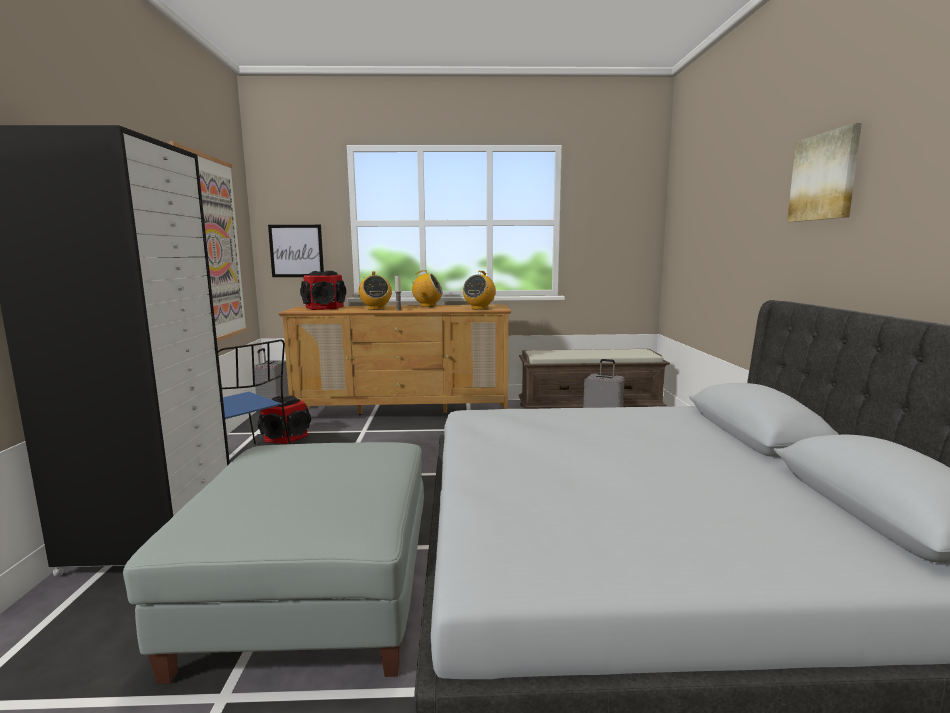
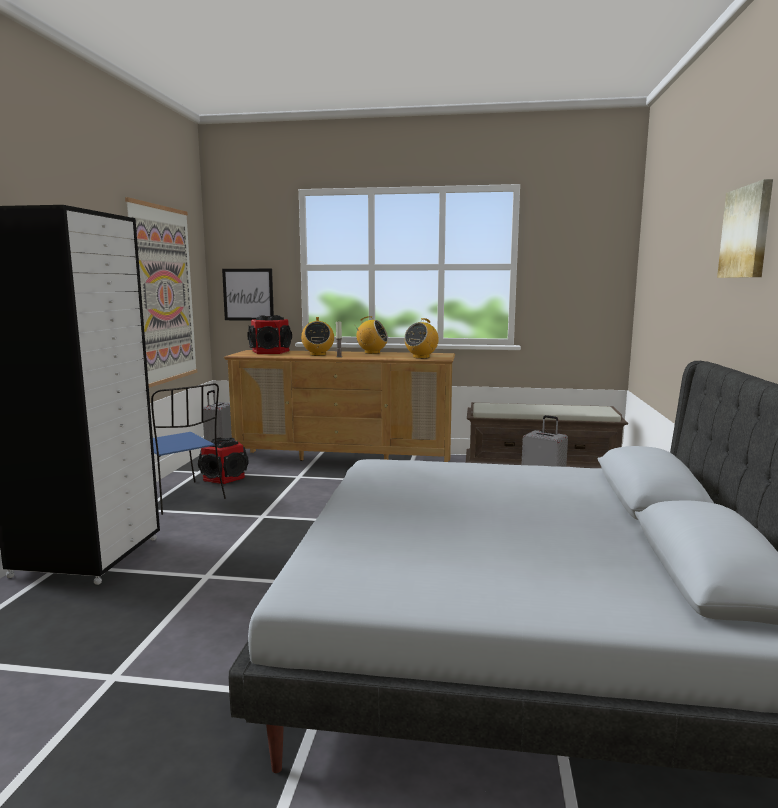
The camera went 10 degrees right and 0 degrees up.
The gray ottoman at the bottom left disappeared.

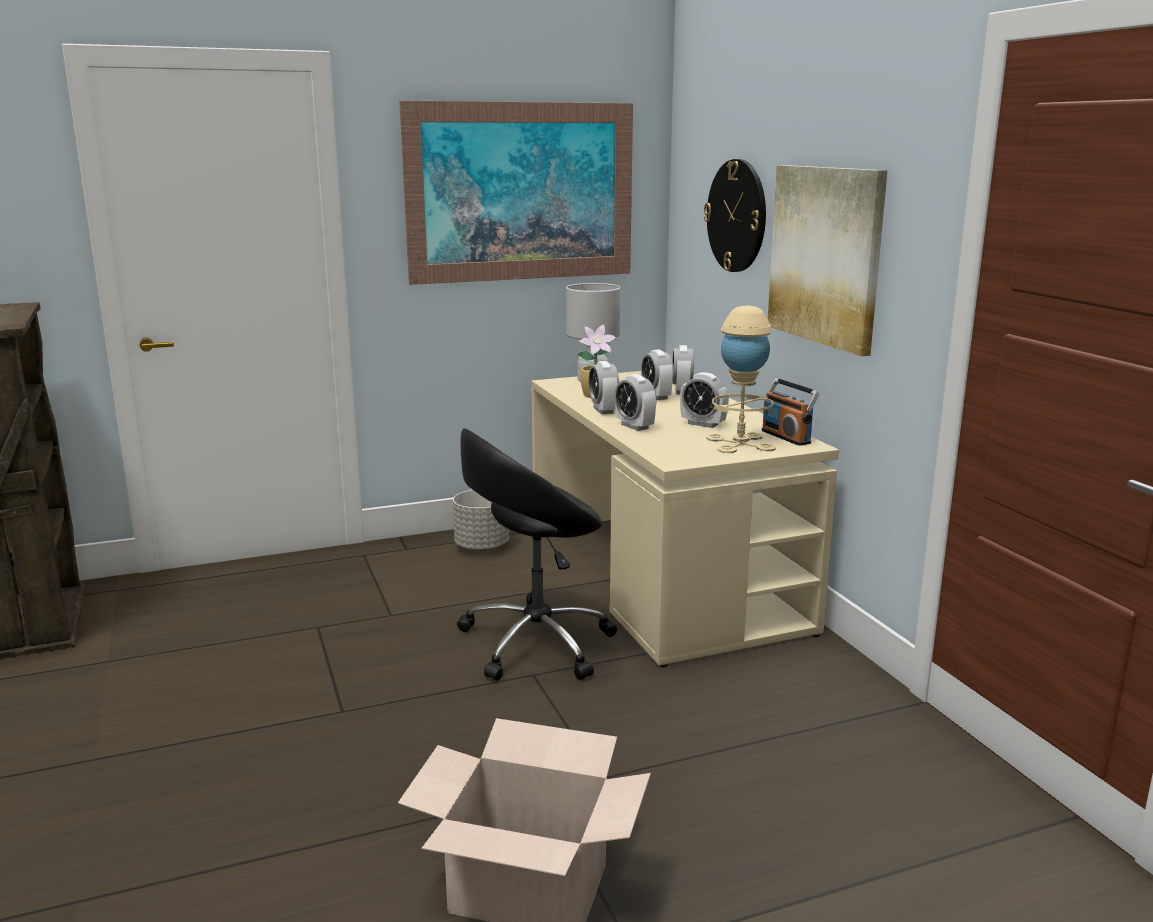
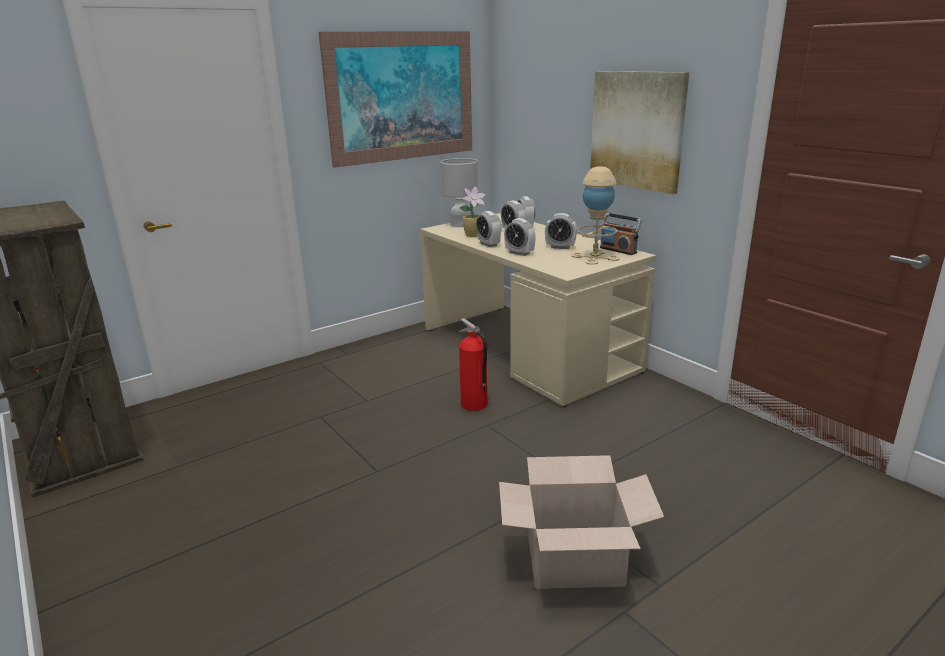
The camera went 15 degrees left and 5 degrees up.
The gray flower pot at the centre disappeared.
The clock on the wall at the top centre disappeared.
The black-coloured computer chair at the centre was replaced by the fire extinguisher at the centre.

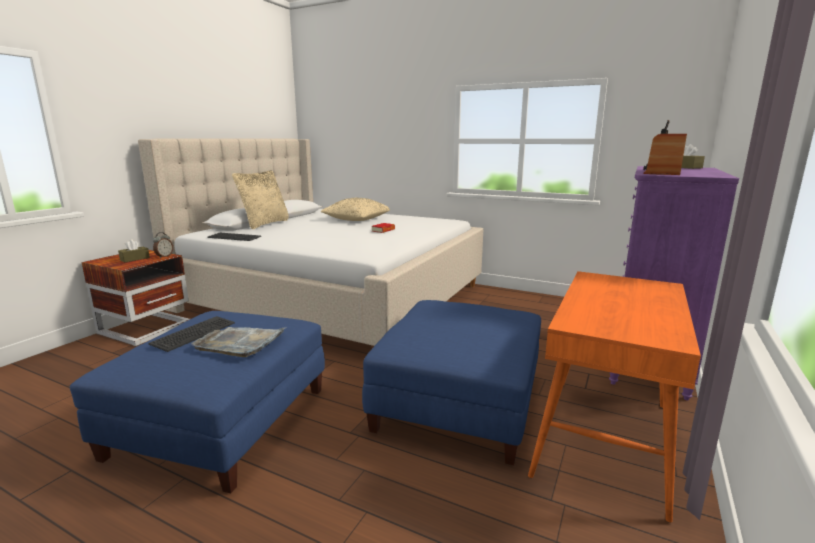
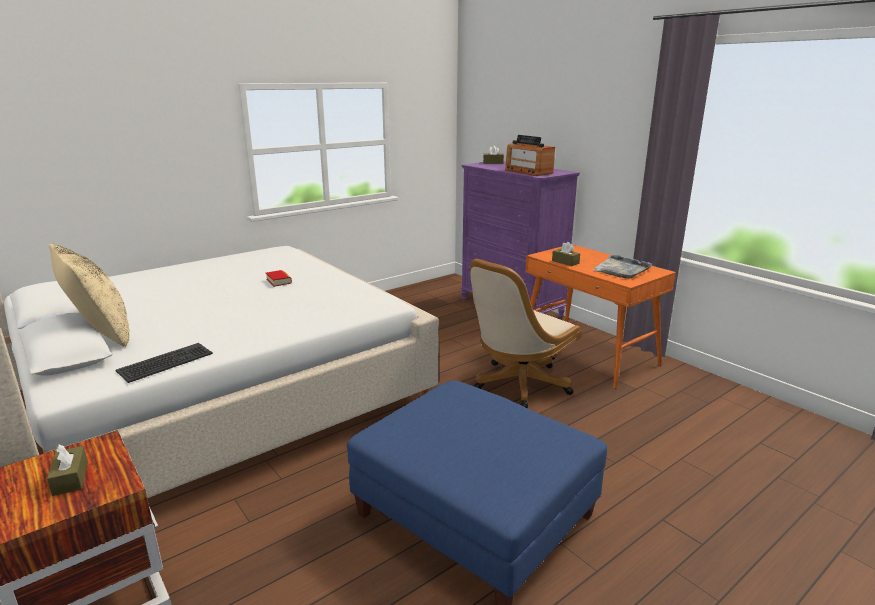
The camera went 65 degrees left and 5 degrees up.
The computer keyboard (1st from left) at the middle left disappeared.
The bedside clock at the middle left disappeared.
The beige throw pillow (2nd from left) at the centre disappeared.
The brown box of tissues (3rd from left) at the centre appeared.
The gray serving tray moved from the middle left to the middle right.
The bluish ottoman (2nd from left) at the bottom centre was replaced by the computer chair at the centre.

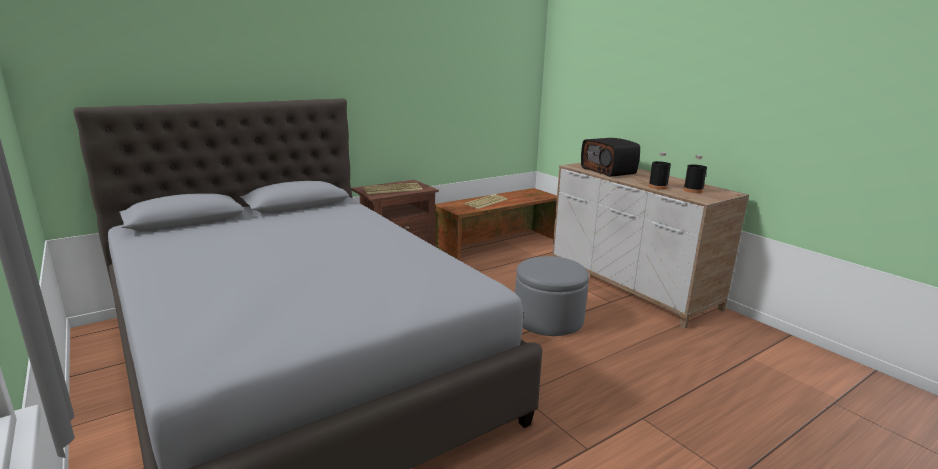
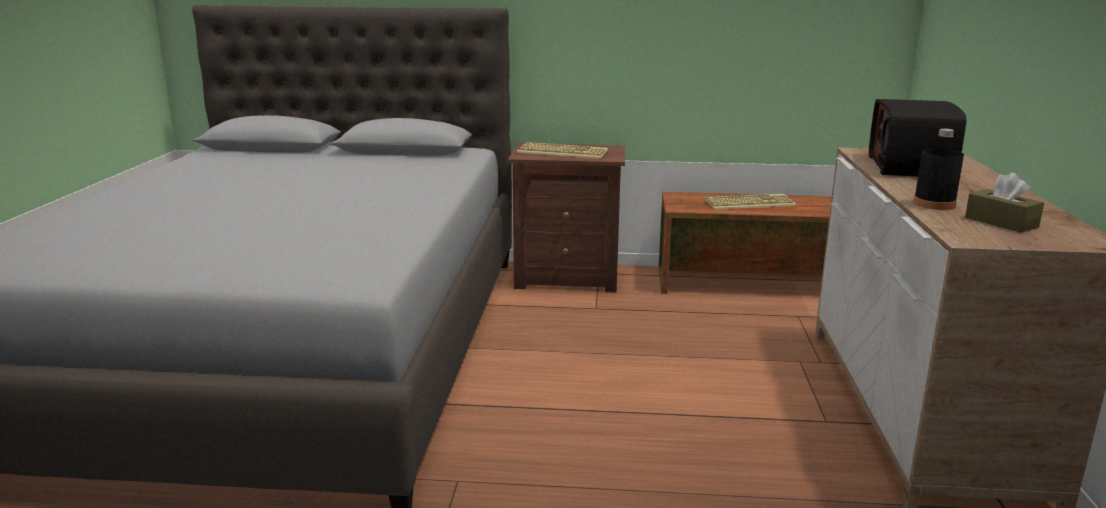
The camera went 40 degrees right and 0 degrees up.
The gray ottoman at the centre disappeared.
The black-coloured beverage bottle (2nd from left) at the middle right was replaced by the brown box of tissues at the middle right.

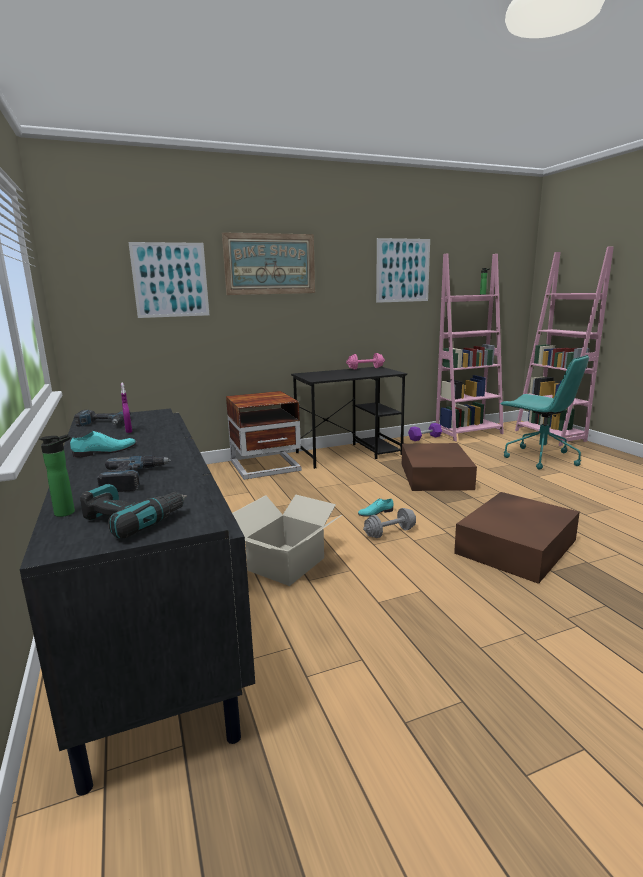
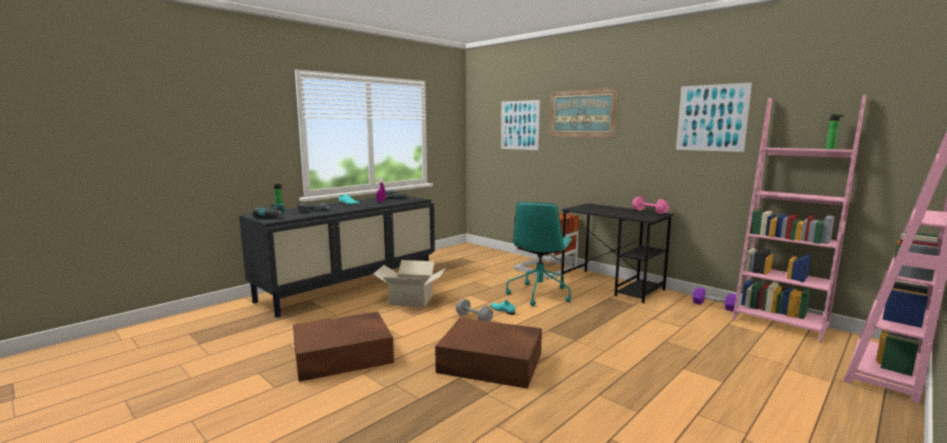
The camera went 65 degrees right and 5 degrees down.
The brown storage container (1st from left) moved from the middle right to the bottom centre.
The blue-green computer chair moved from the middle right to the centre.

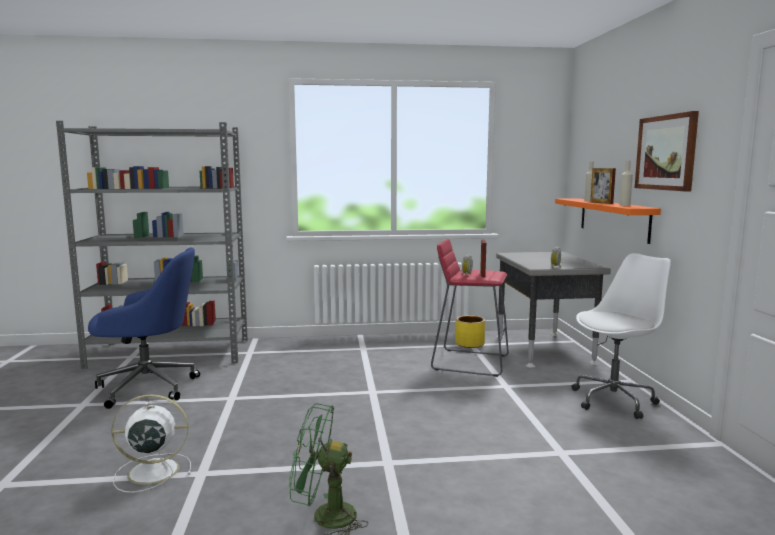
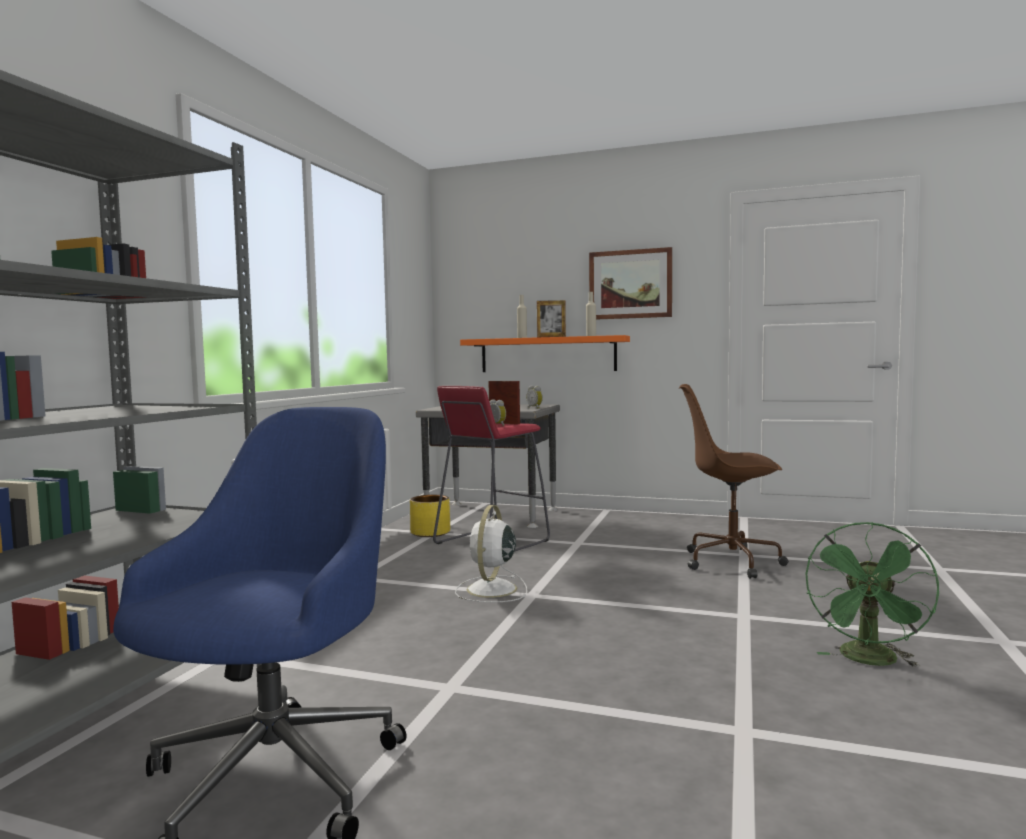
The camera went 65 degrees left and 5 degrees down.
The white-coloured computer chair at the middle right disappeared.
The brown computer chair at the middle right appeared.
The white-coloured fan moved from the bottom left to the centre.

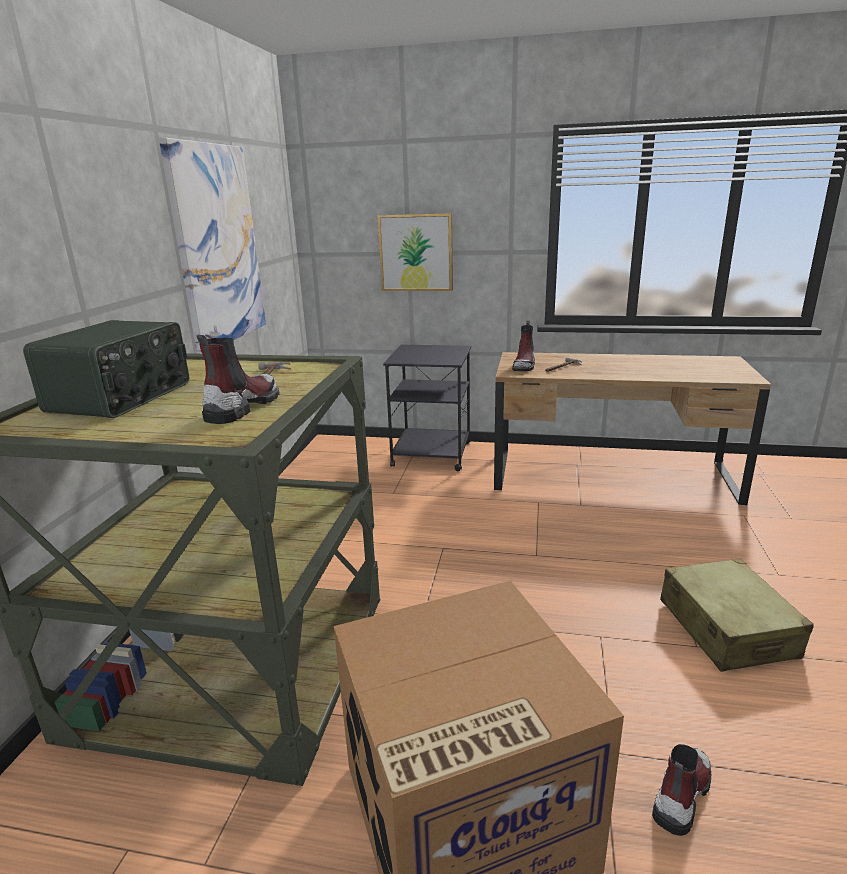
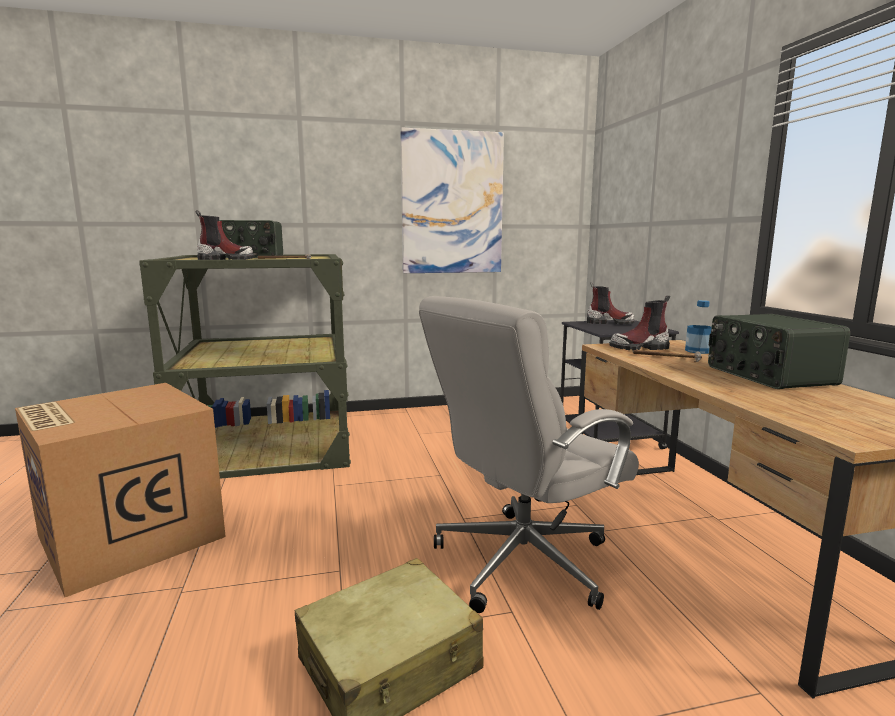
The camera went 65 degrees right and 10 degrees down.
The wall picture (2nd from left) at the top centre disappeared.
The gray computer chair at the centre appeared.
The beverage bottle at the middle right appeared.
The radio (2nd from left) at the middle right appeared.
The tall boot (3rd from left in the first image) moved from the bottom right to the middle right.

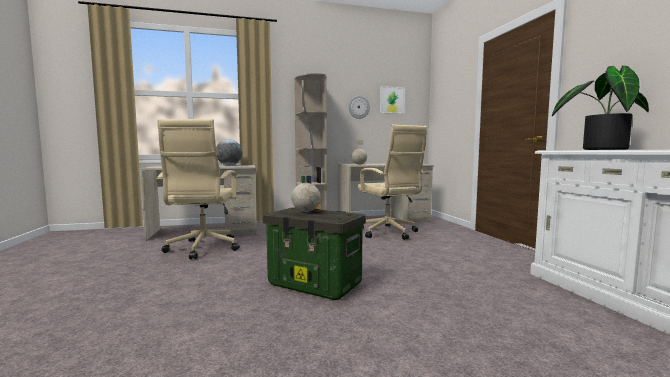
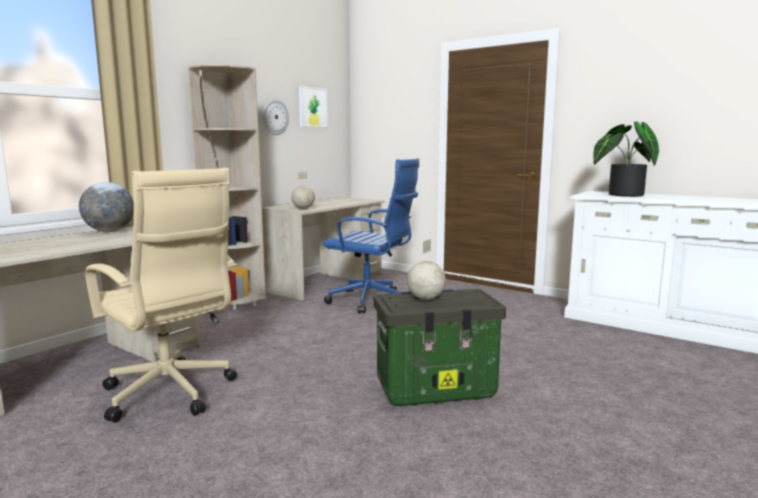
The camera went 40 degrees left and 5 degrees up.
The beige computer chair (2nd from left) at the centre became the bluish computer chair at the centre.

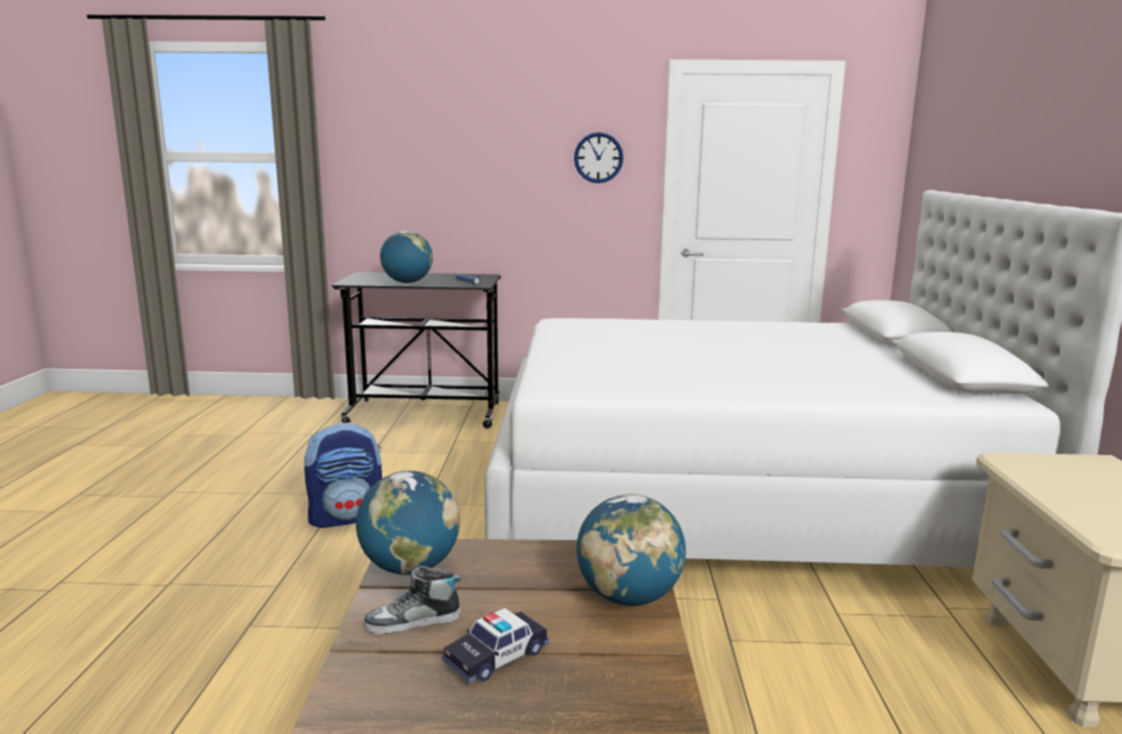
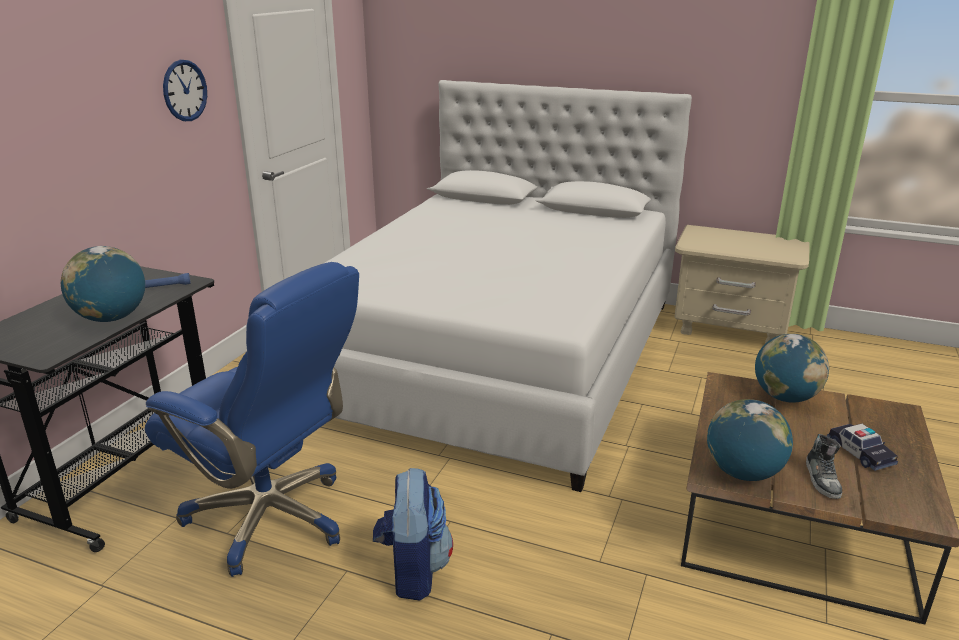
The camera went 70 degrees left and 10 degrees up.
The bluish computer chair at the middle left appeared.

